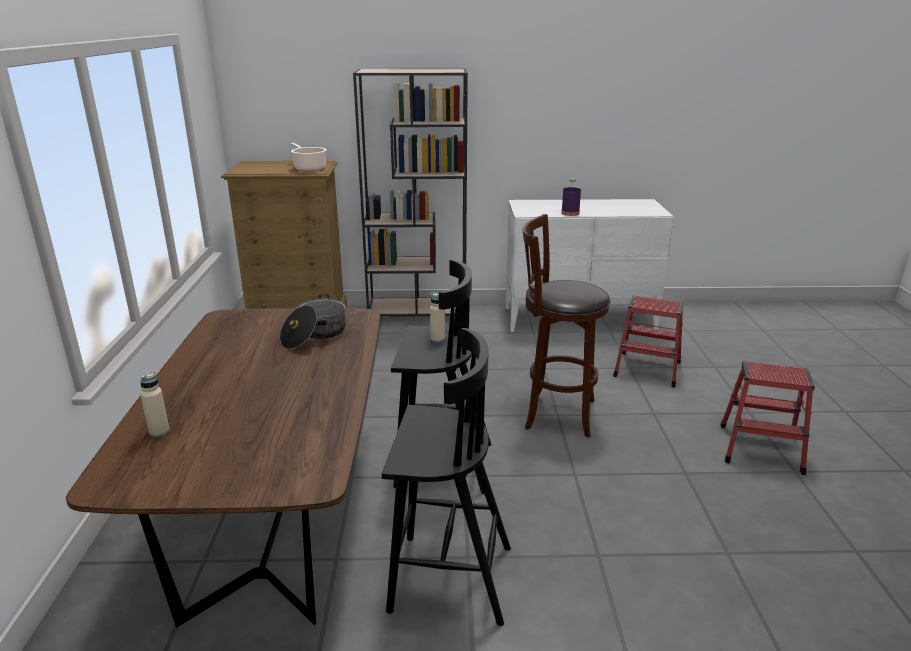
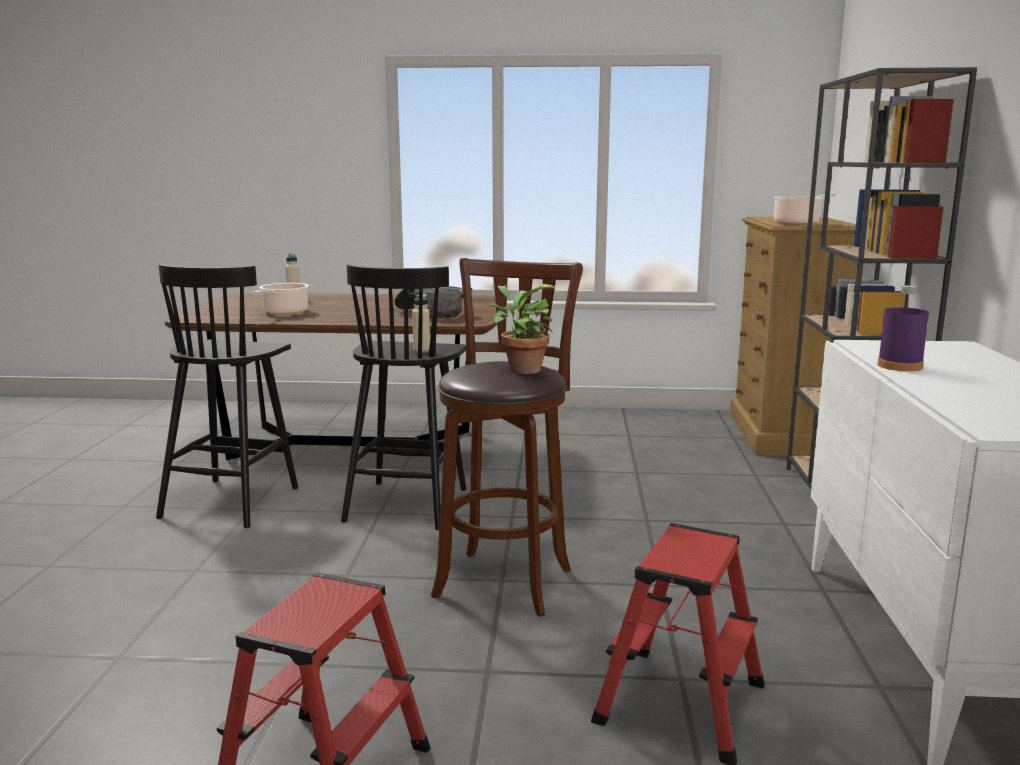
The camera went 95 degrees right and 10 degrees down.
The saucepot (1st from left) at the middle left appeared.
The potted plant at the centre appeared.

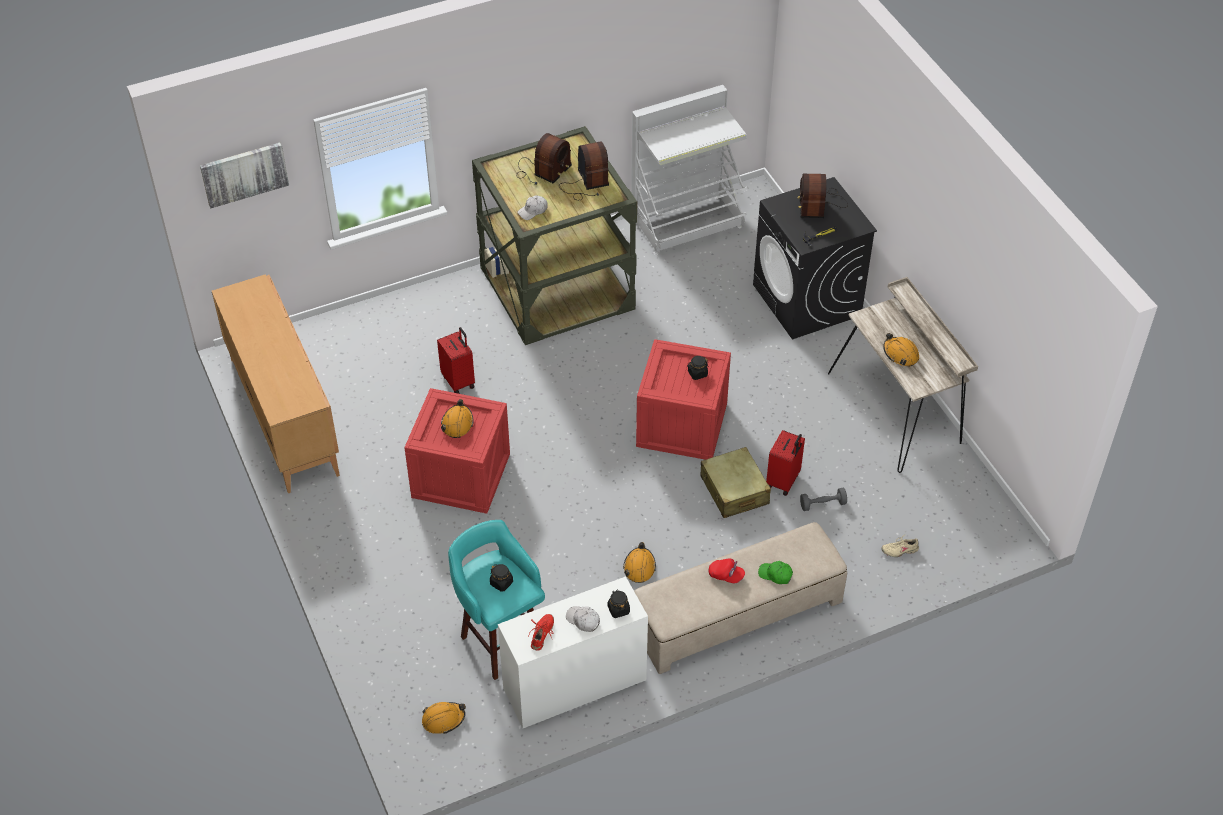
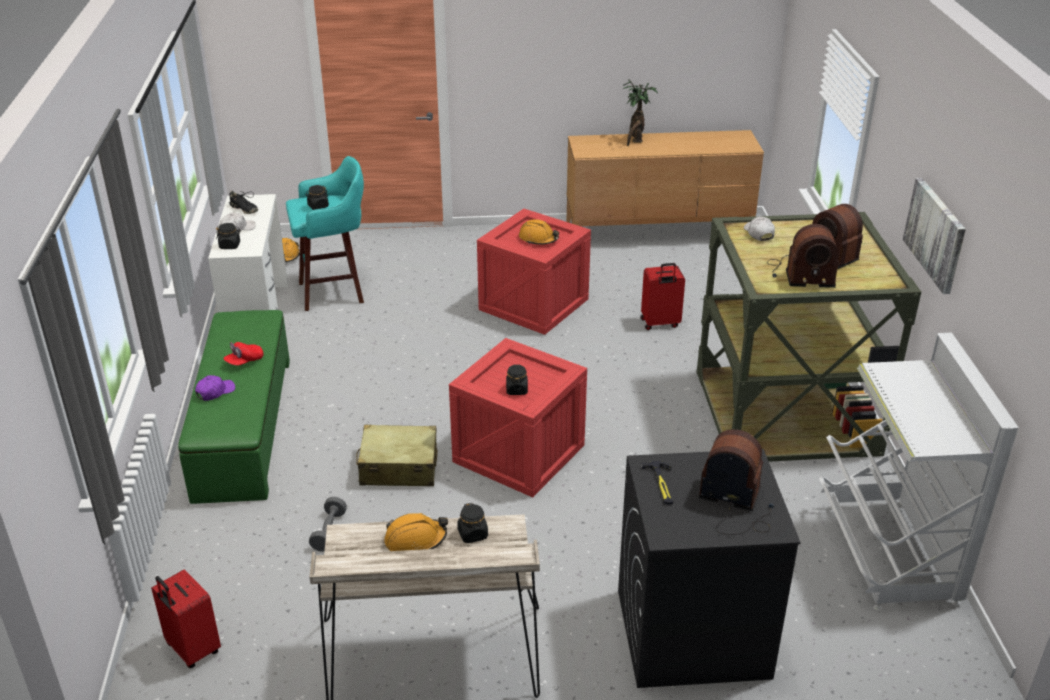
The camera went 110 degrees right and 15 degrees down.
The orange work helmet (3rd from left) at the bottom centre disappeared.
The beige low shoe at the bottom right disappeared.
The black-coloured jar (3rd from left) at the bottom centre appeared.
The potted plant at the top centre appeared.
The wall picture moved from the top left to the middle right.
The reddish suitcase (2nd from left in the first image) moved from the centre to the bottom left.
The reddish low shoe at the bottom centre became the black-coloured low shoe at the top left.
The beige long seat at the bottom centre became the green long seat at the middle left.
The green peaked cap at the bottom centre became the purplish peaked cap at the middle left.

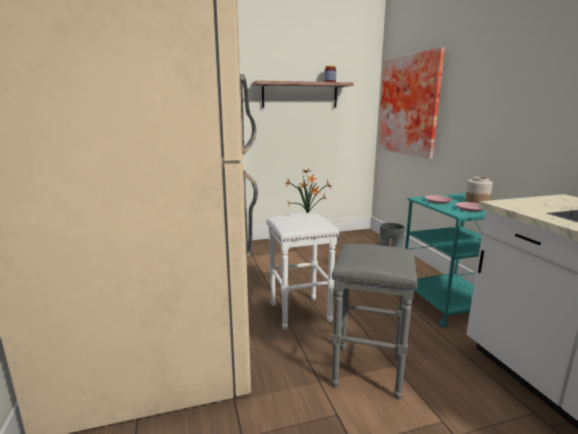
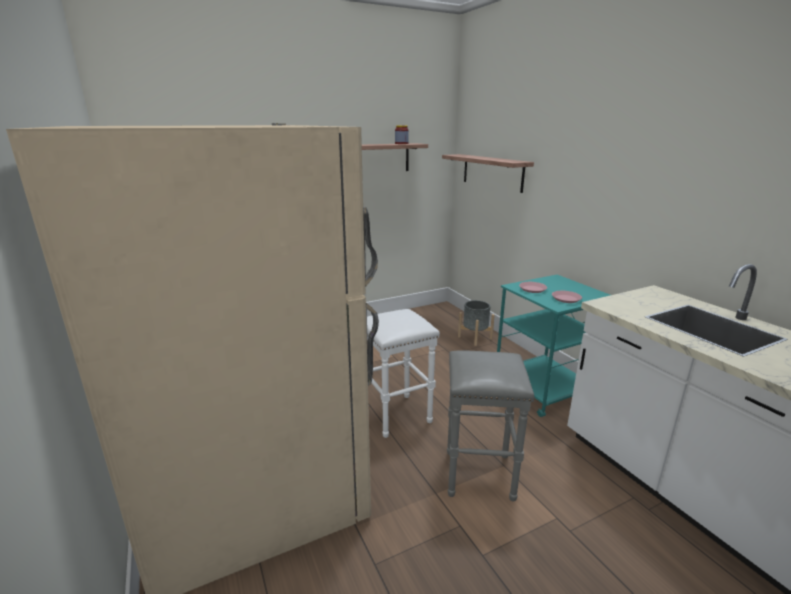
The camera went 10 degrees left and 5 degrees up.
The potted plant at the centre disappeared.
The jar (2nd from left) at the middle right disappeared.
The wall picture at the top right was replaced by the bracket shelf (2nd from left) at the top centre.

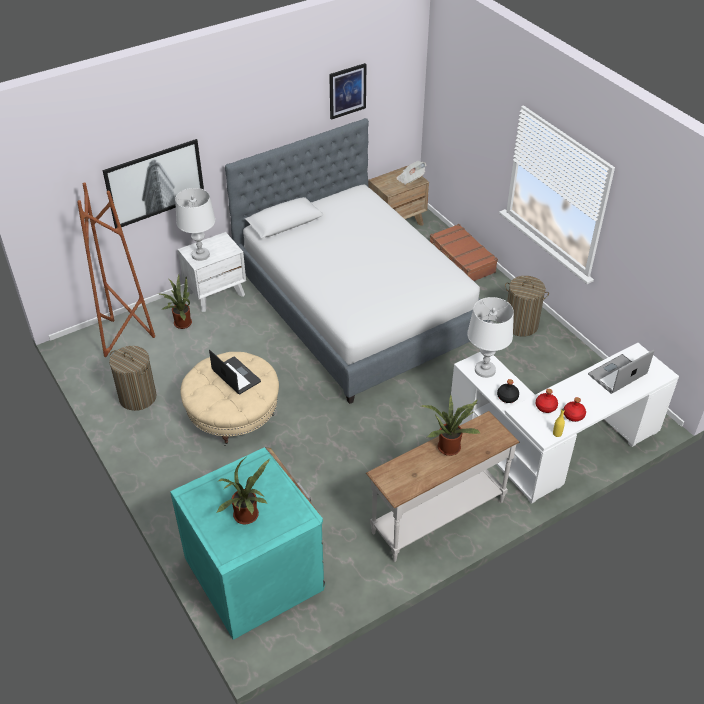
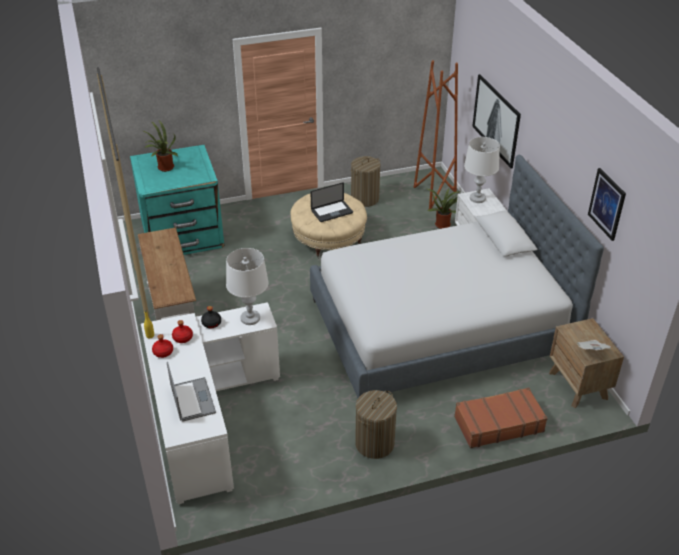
The camera went 105 degrees right and 5 degrees down.
The potted plant (3rd from left) at the centre disappeared.

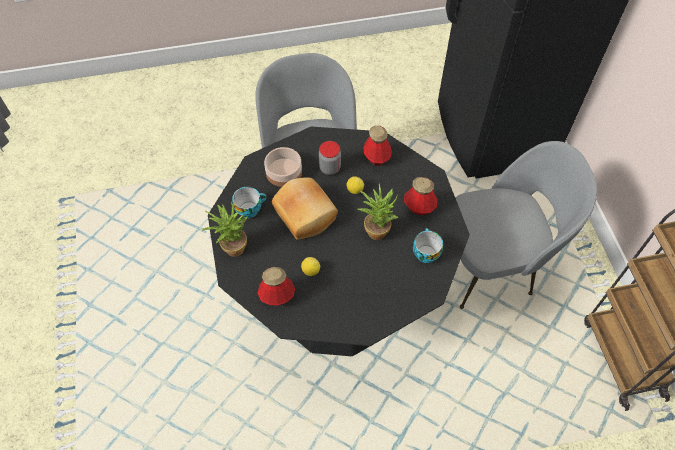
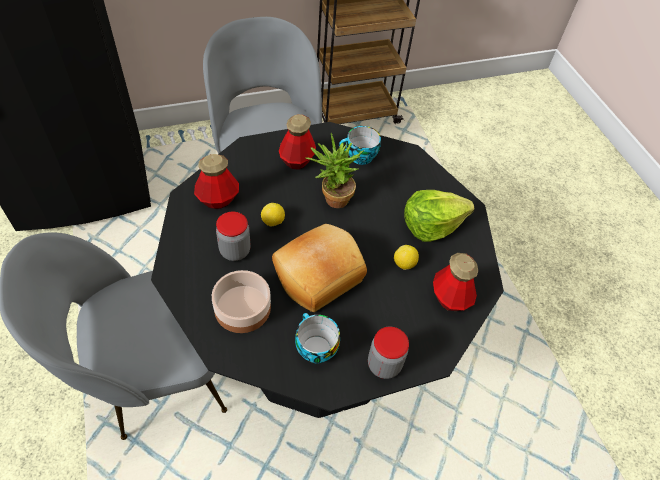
The camera went 100 degrees left and 5 degrees down.
The lettuce at the centre appeared.
The potted plant (1st from left) at the centre was replaced by the jar (2nd from left) at the bottom centre.

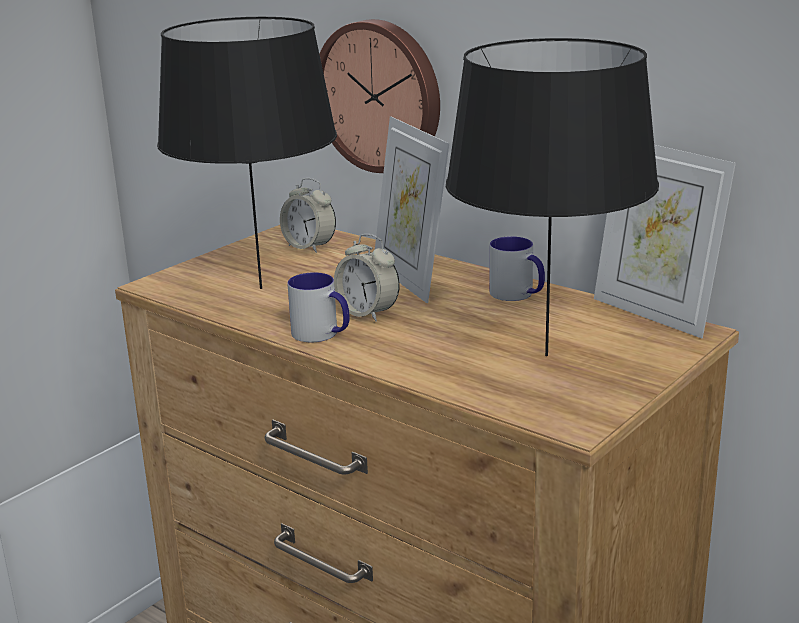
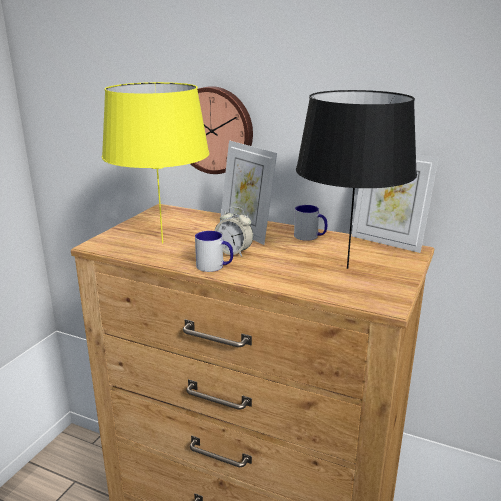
The camera went 15 degrees left and 0 degrees up.
The bedside clock (1st from left) at the centre disappeared.
The black-coloured tabletop lamp (1st from left) at the top left became the yellow-coloured tabletop lamp at the top left.

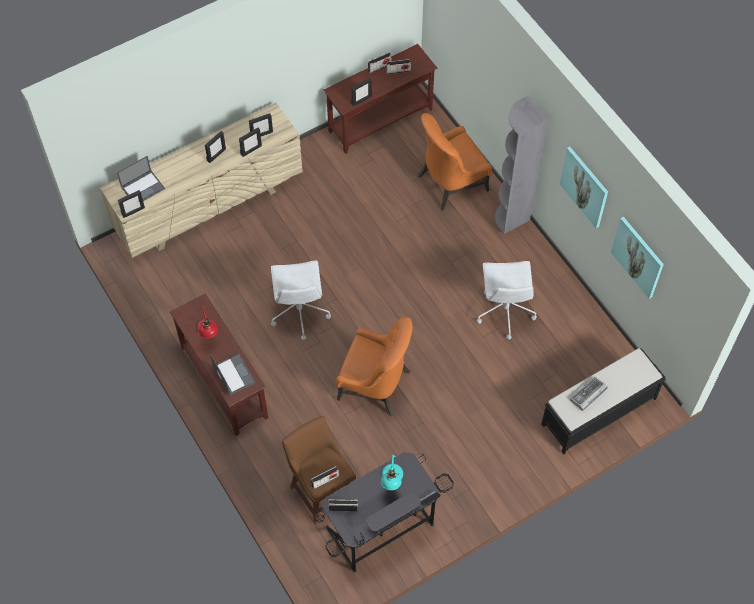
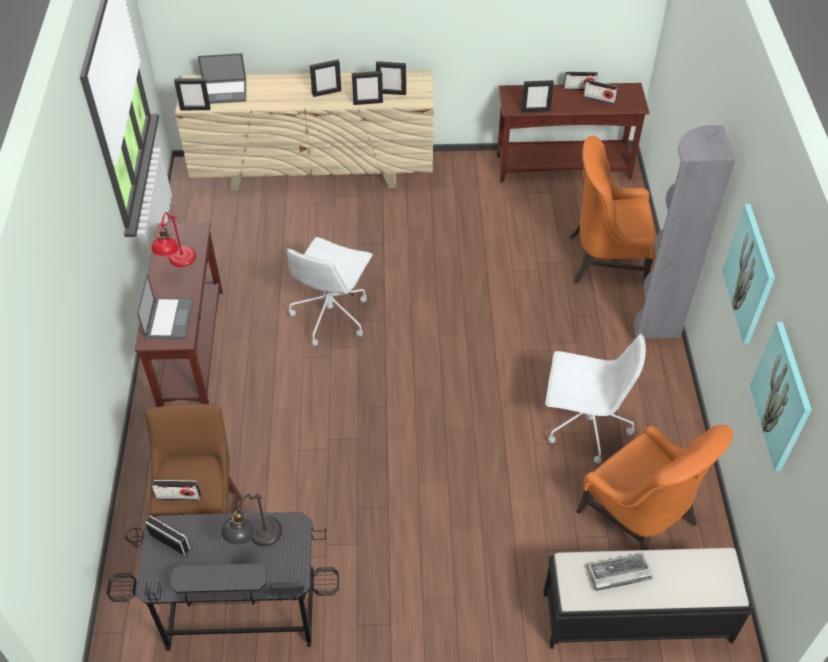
The camera went 30 degrees right and 10 degrees down.
The orange plain chair (1st from left in the first image) moved from the centre to the bottom right.
The blue-green tabletop lamp at the bottom centre became the gray tabletop lamp at the bottom left.
The white-coloured computer chair (2nd from left) at the middle right turned 105 degrees counterclockwise.

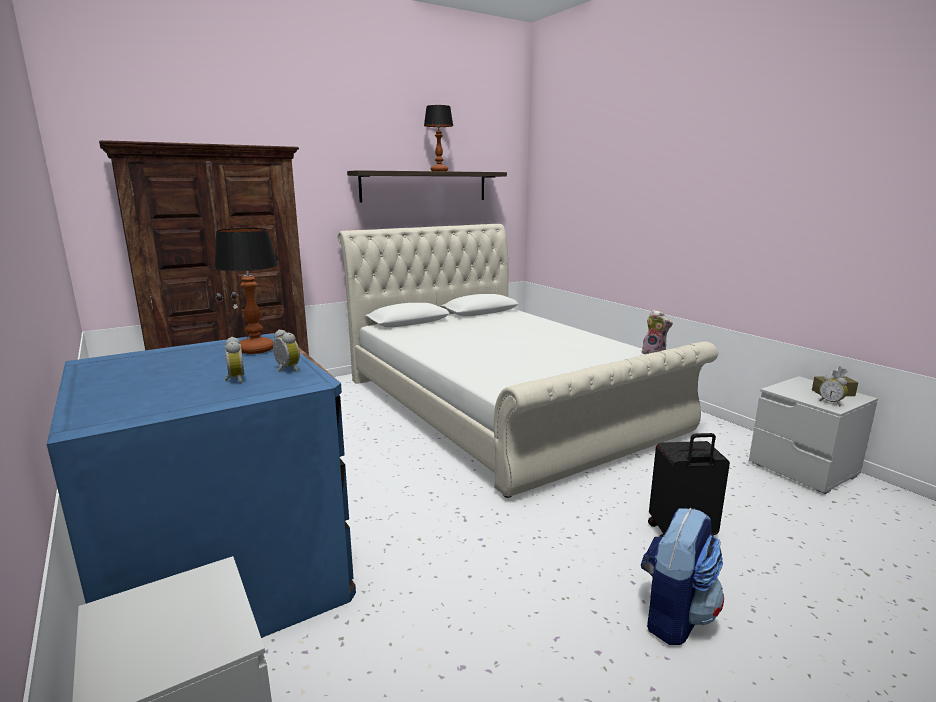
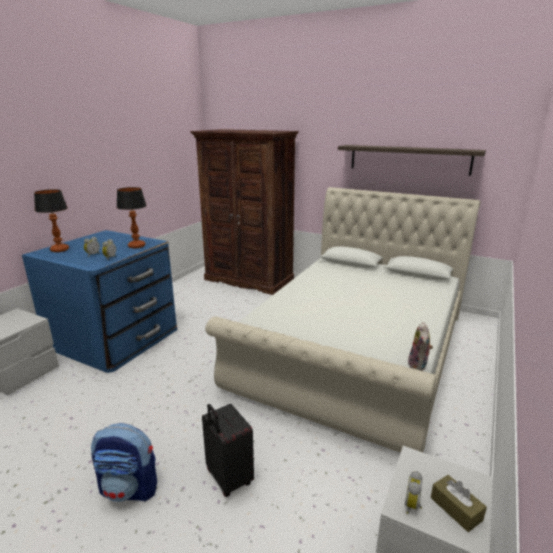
The camera went 60 degrees right and 5 degrees up.
The tabletop lamp (2nd from left in the first image) moved from the top centre to the middle left.

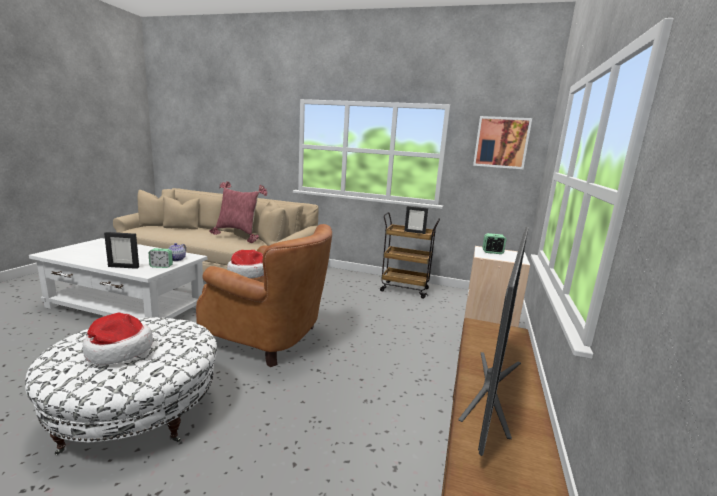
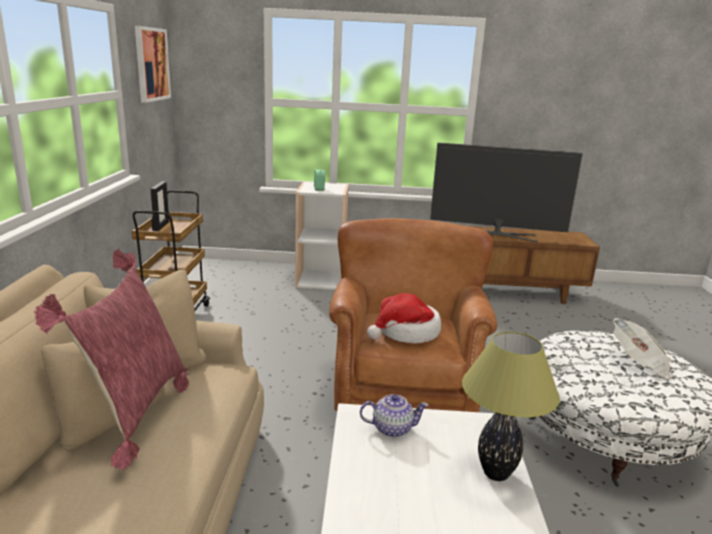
The camera went 105 degrees left and 5 degrees up.
The bedside clock (1st from left) at the middle left disappeared.
The clothing hat (1st from left) at the bottom left was replaced by the printed paper at the middle right.
The standing frame (1st from left) at the middle left was replaced by the tabletop lamp at the bottom right.

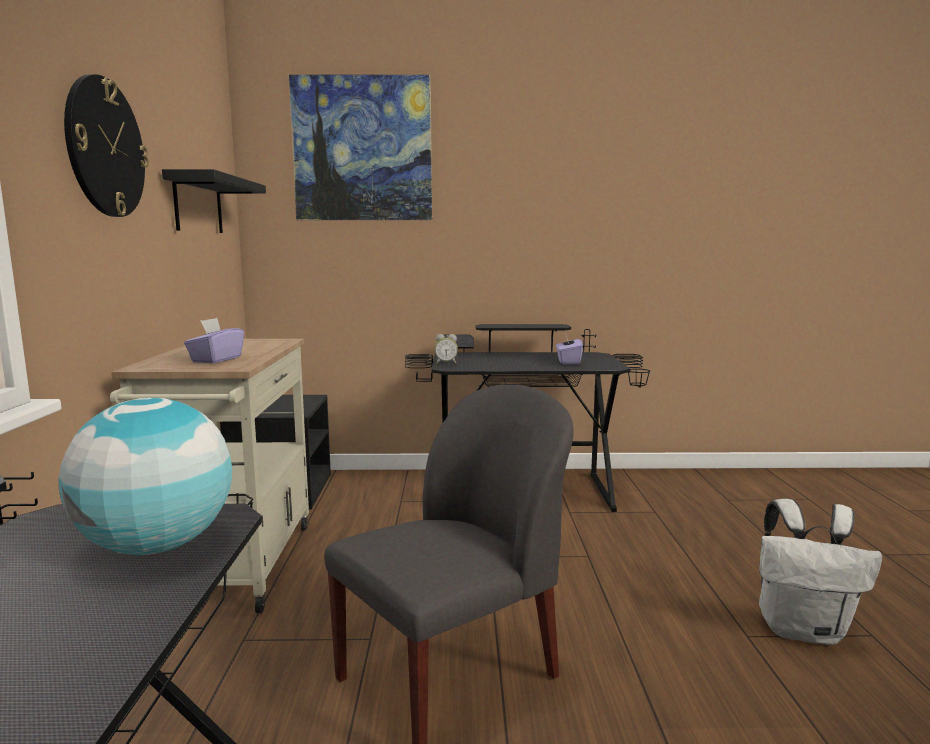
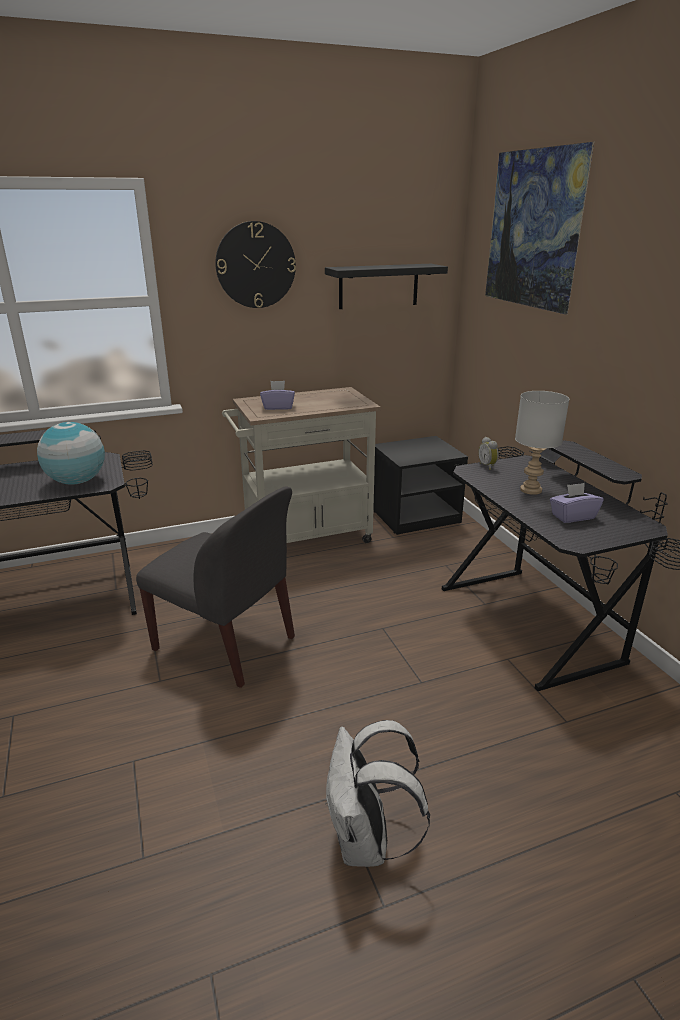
The camera went 70 degrees right and 15 degrees up.
The gray tabletop lamp at the middle right appeared.

